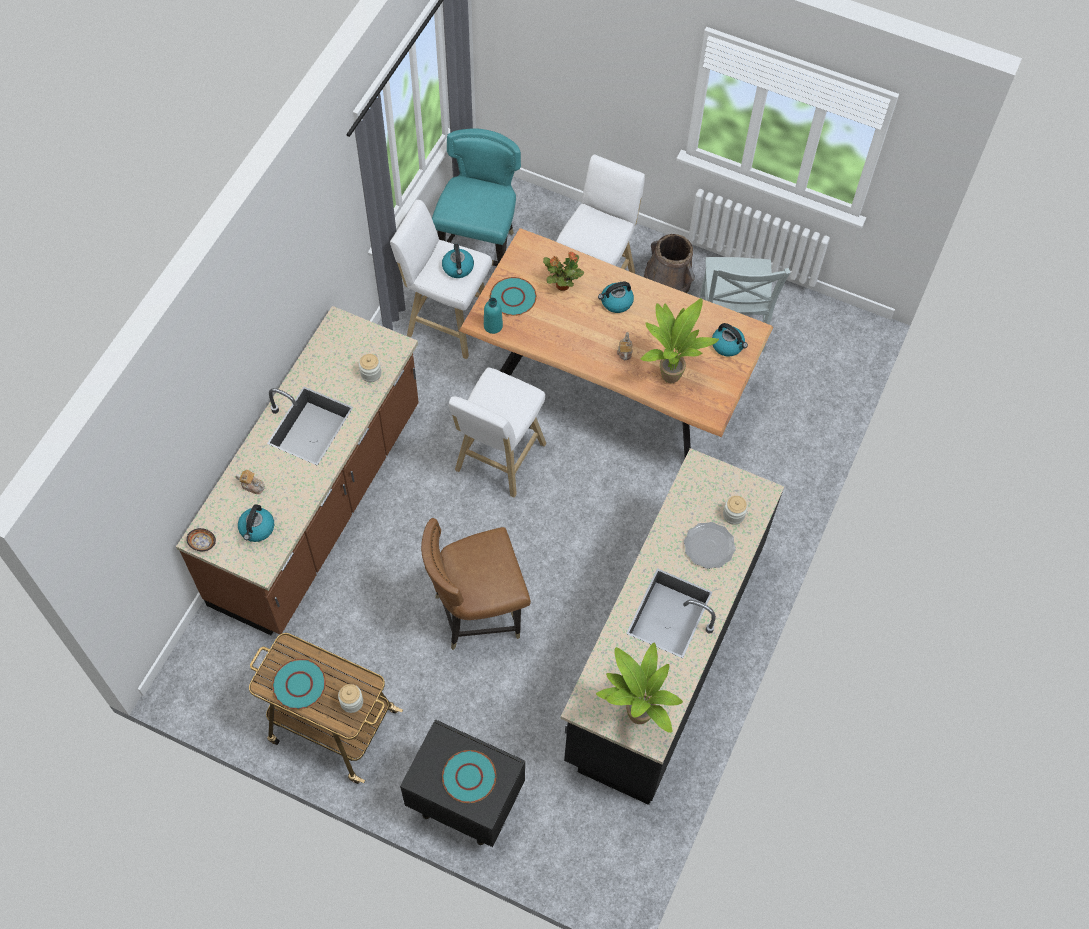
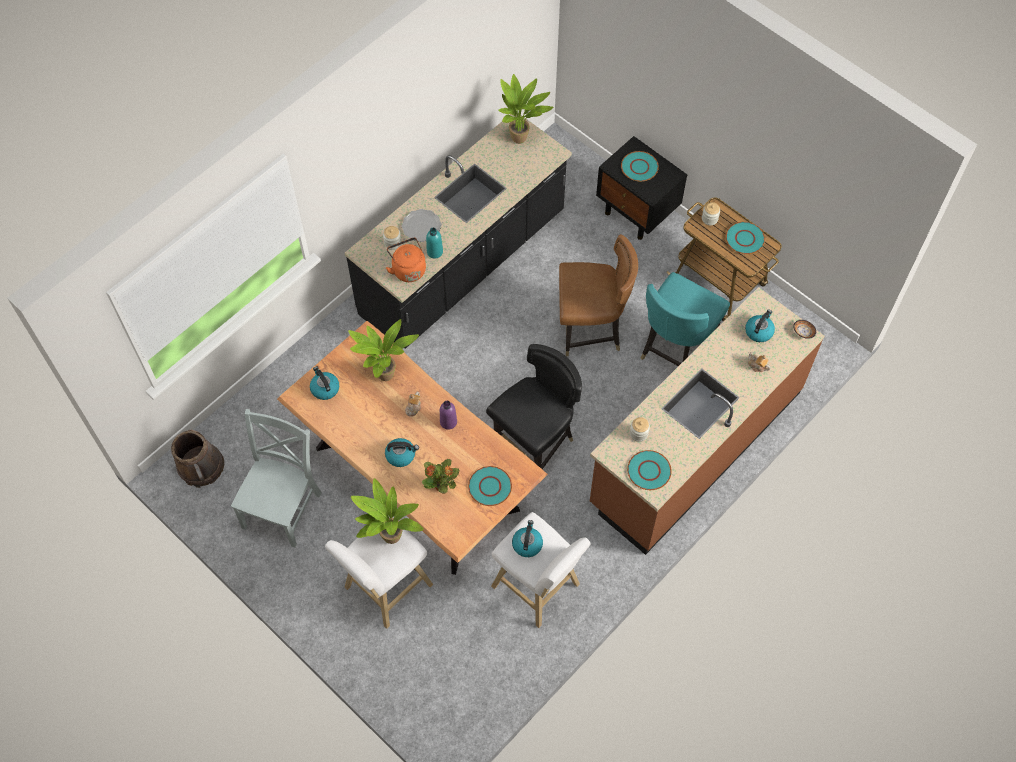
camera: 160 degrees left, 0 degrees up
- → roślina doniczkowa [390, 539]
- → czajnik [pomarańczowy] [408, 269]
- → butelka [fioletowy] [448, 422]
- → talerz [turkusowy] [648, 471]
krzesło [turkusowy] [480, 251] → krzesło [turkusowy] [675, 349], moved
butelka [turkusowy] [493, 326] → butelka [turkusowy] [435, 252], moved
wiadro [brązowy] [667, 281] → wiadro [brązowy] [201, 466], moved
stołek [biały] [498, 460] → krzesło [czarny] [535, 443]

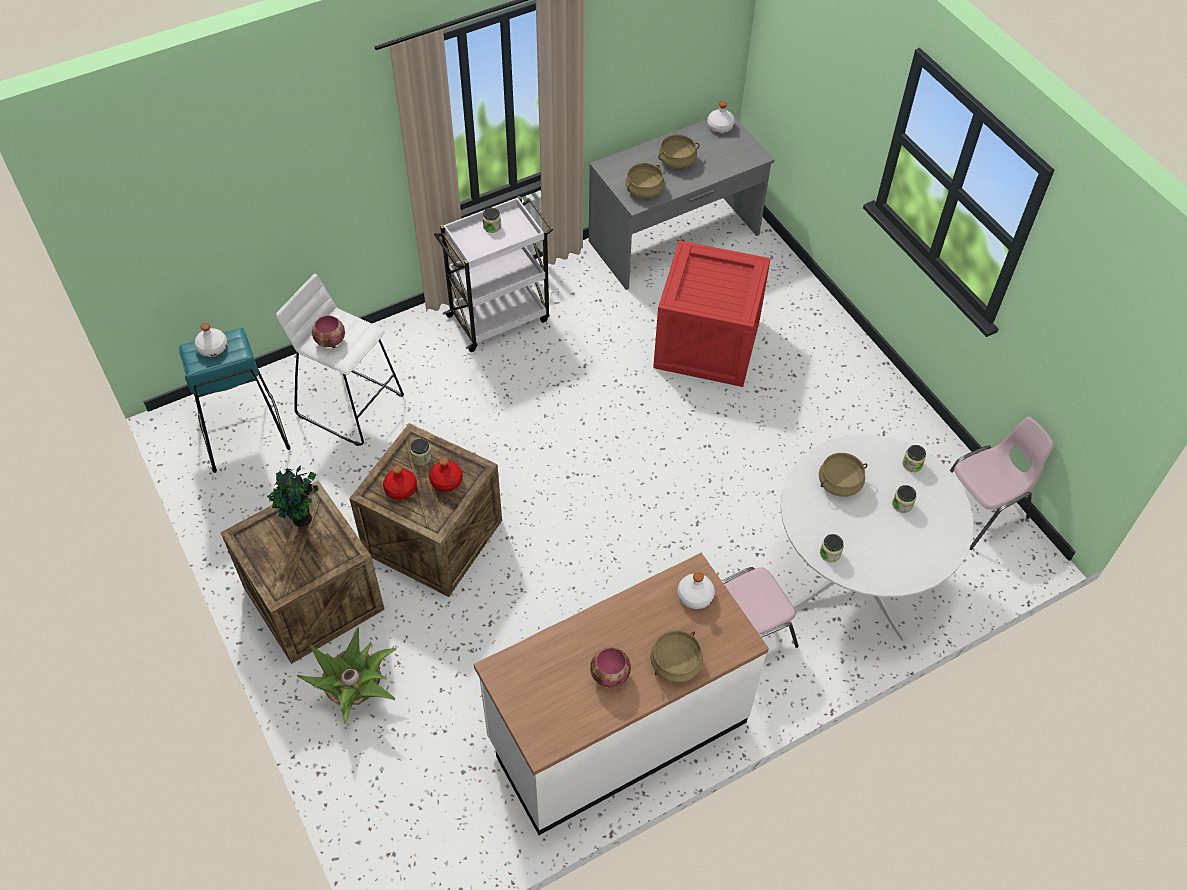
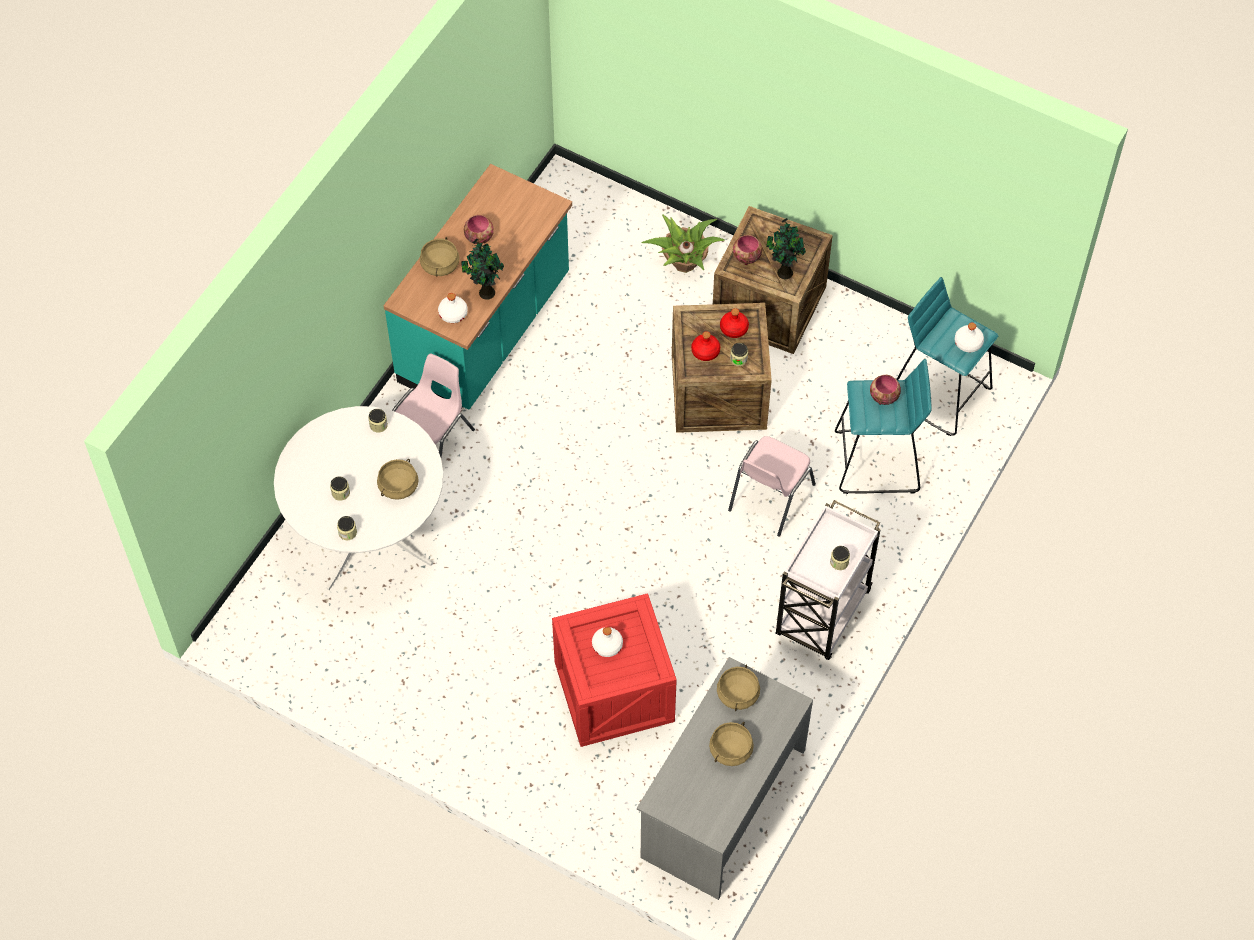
camera: 150 degrees right, 5 degrees up
- → roślina doniczkowa [485, 292]
- → miska [746, 257]
butelka [biały] [719, 126] → butelka [biały] [607, 645], moved
krzesło [różowy] [981, 509] → krzesło [różowy] [769, 498], moved
stołek [biały] [350, 404] → stołek [turkusowy] [877, 462]
zabudowa kuchenna [biały] [617, 730] → zabudowa kuchenna [turkusowy] [486, 331]

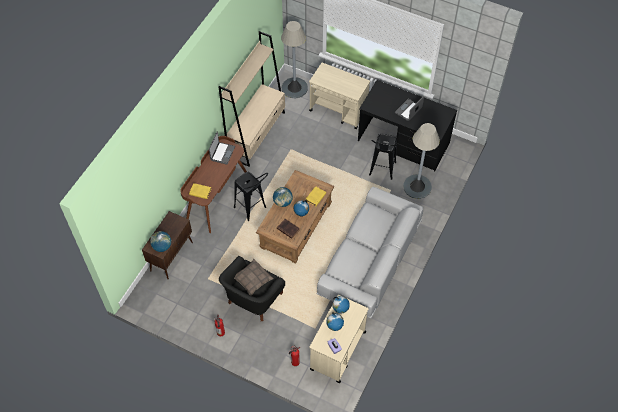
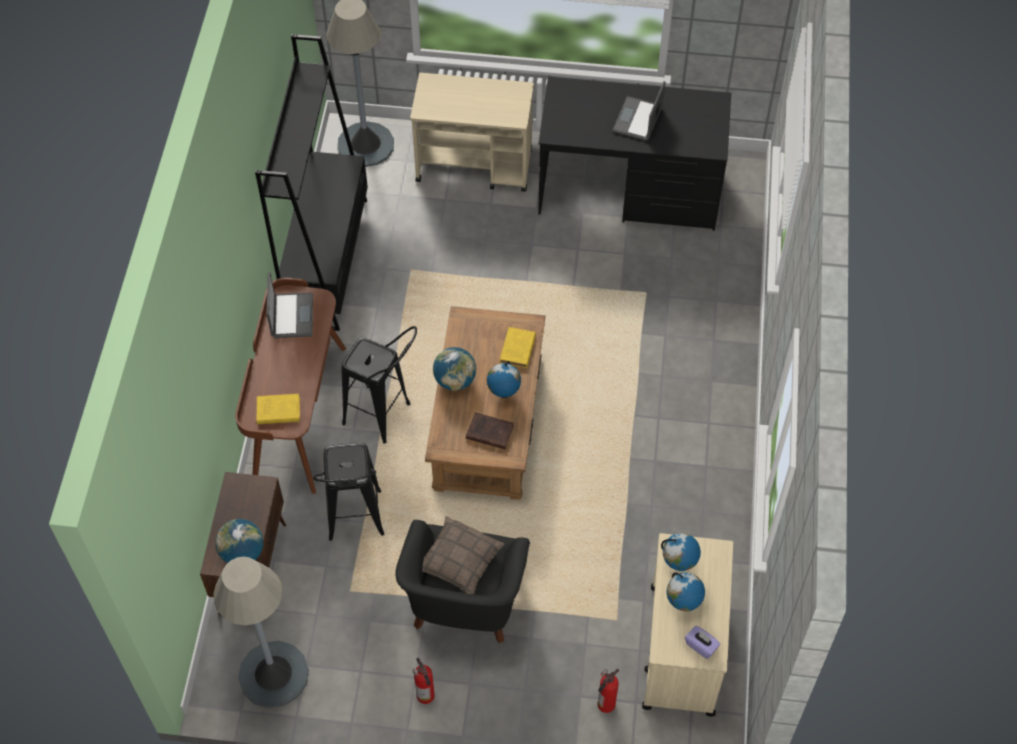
camera: 20 degrees left, 0 degrees up
kanapa [szary] [369, 263] → -
stołek [czarny] [381, 172] → stołek [czarny] [355, 525], moved
lampa stojąca [szary] [417, 187] → lampa stojąca [szary] [273, 675], moved
regał [beżowy] [257, 134] → regał [czarny] [328, 260]

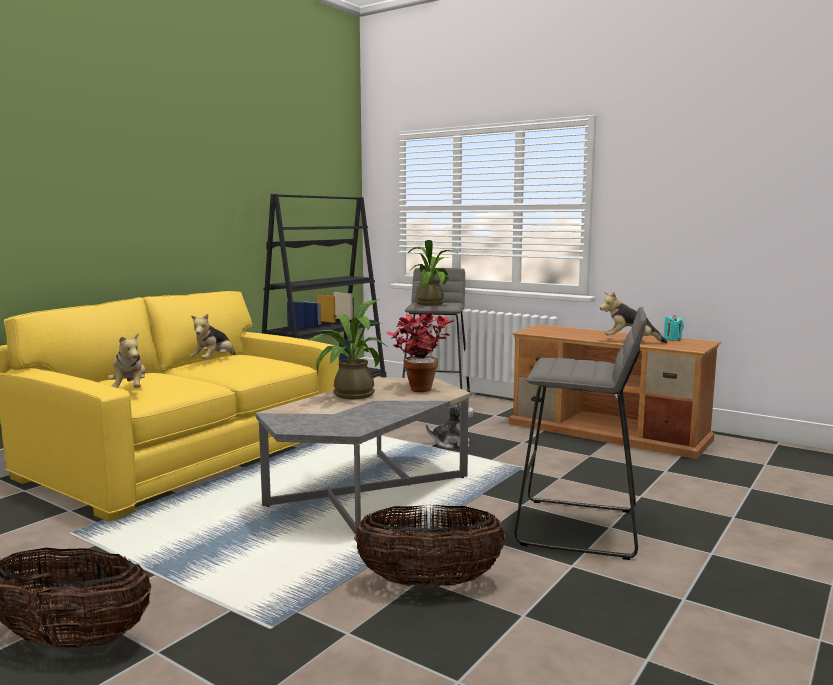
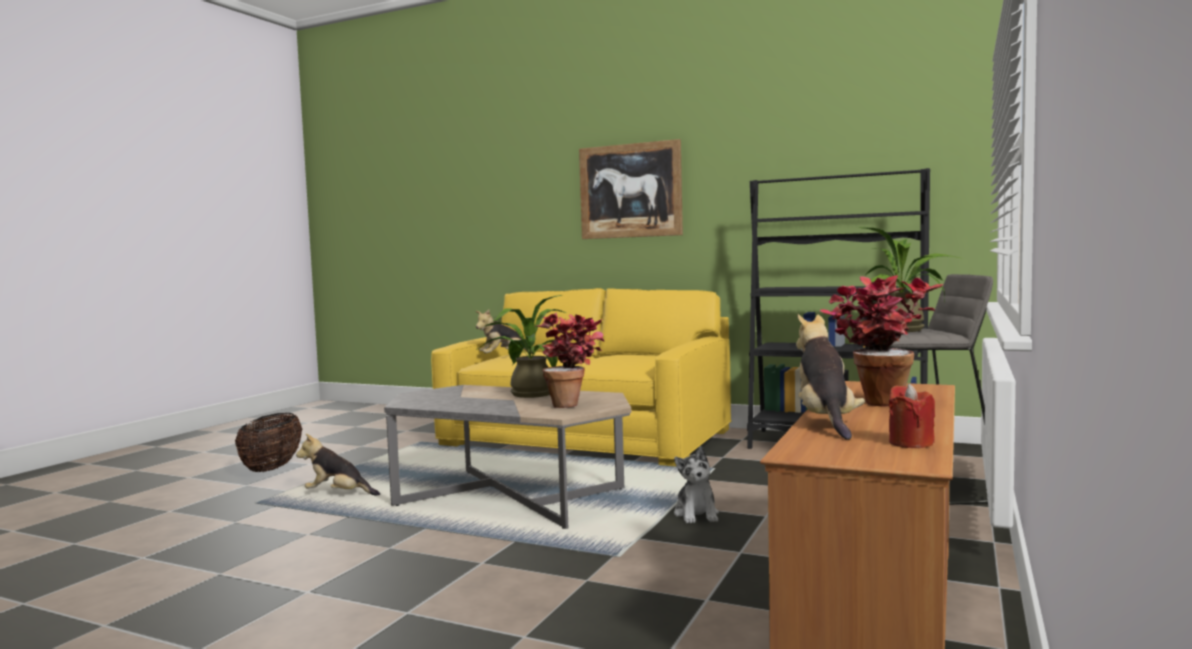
camera: 80 degrees right, 5 degrees down
koszyk [429, 583] → -
stołek [szary] [578, 528] → -
- → obraz [630, 191]
- → roślina doniczkowa [875, 401]
pluszak [214, 361] → pluszak [338, 495], moved
świeca [turkusowy] [672, 339] → świeca [czerwony] [910, 443]

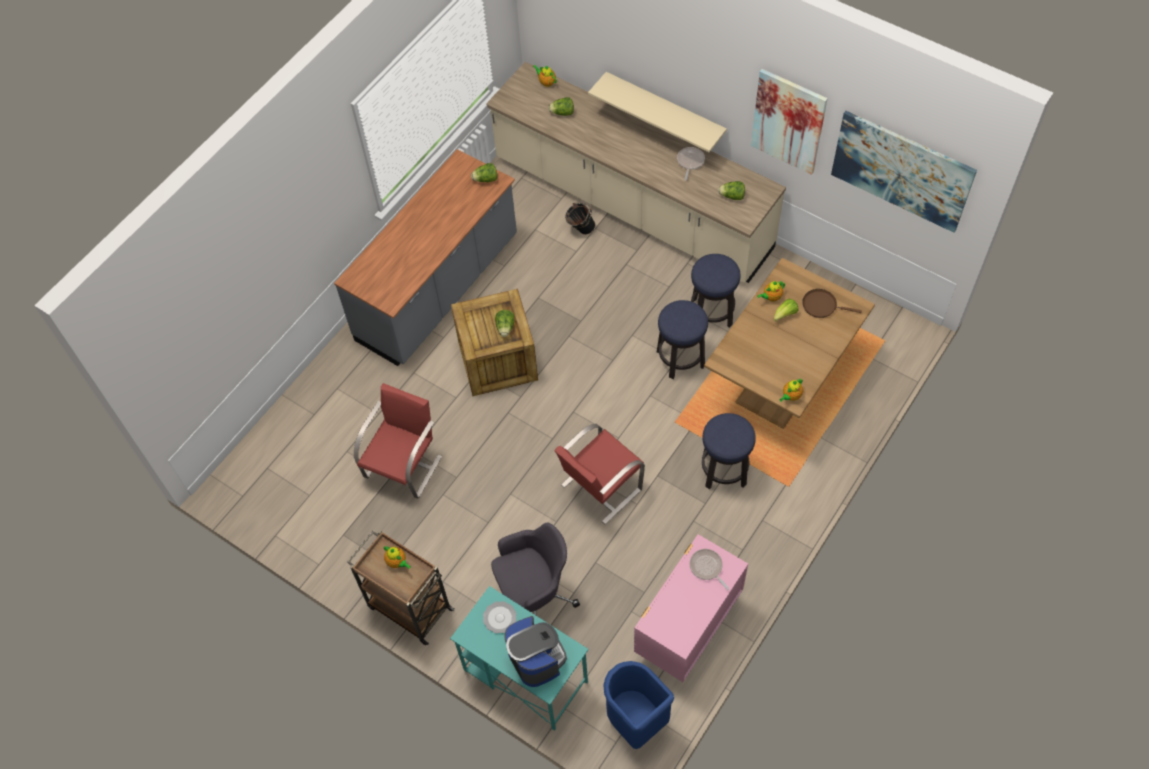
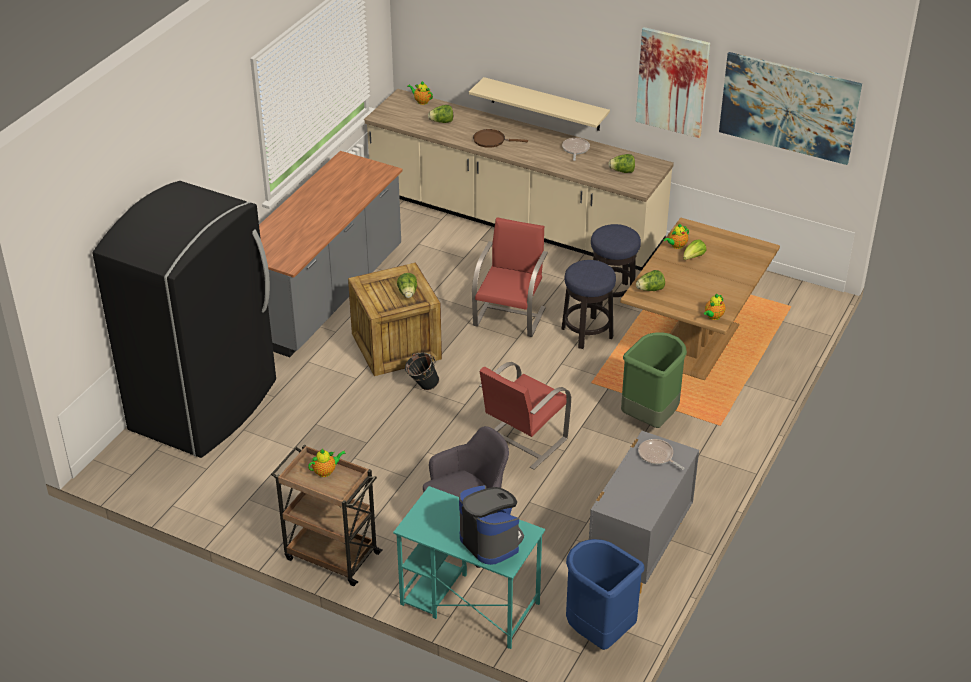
camera: 10 degrees left, 20 degrees down
talerz [500, 618] → -
- → lodówka [czarny] [206, 406]
krzesło [czerwony] [404, 466] → krzesło [czerwony] [510, 316], moved
sałata [486, 179] → sałata [650, 289], moved
wiadro [czarny] [580, 230] → wiadro [czarny] [422, 386], moved
patelnia [brązowy] [822, 305] → patelnia [brązowy] [491, 140], moved
stołek [724, 470] → kosz na śmieci [zielony] [650, 417]
komoda [różowy] [687, 629] → komoda [szary] [638, 550]
imbryk [397, 562] → imbryk [326, 471], 60 degrees counterclockwise

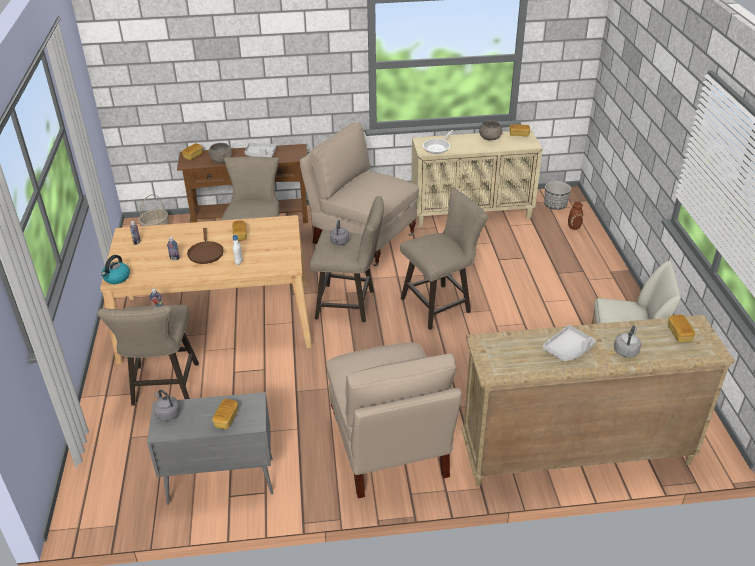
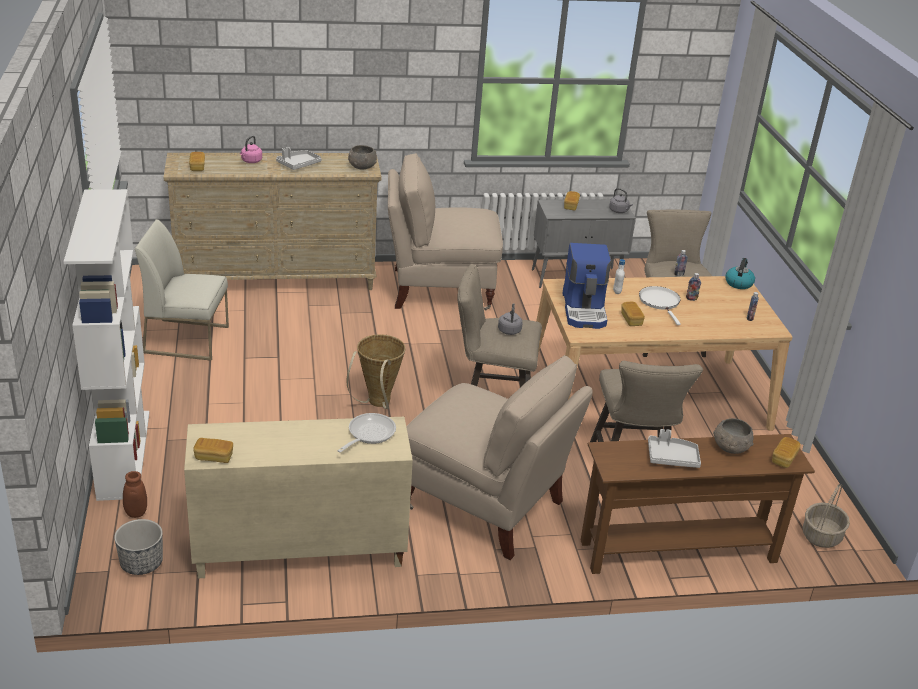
camera: 175 degrees right, 5 degrees down
- → regał [biały] [123, 453]
- → ekspres do kawy [585, 310]
miska [szary] [490, 138] → miska [szary] [362, 167], moved
stołek [beżowy] [440, 304] → koszyk [376, 404]
patelnia [brązowy] [205, 253] → patelnia [biały] [660, 302]
czajnik [szary] [626, 350] → czajnik [różowy] [251, 161]
krzesło [beżowy] [389, 448] → krzesło [beżowy] [439, 289], 75 degrees counterclockwise

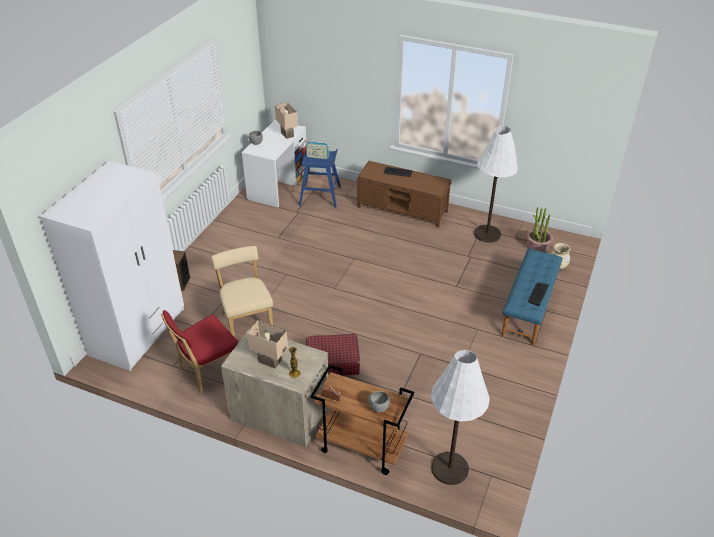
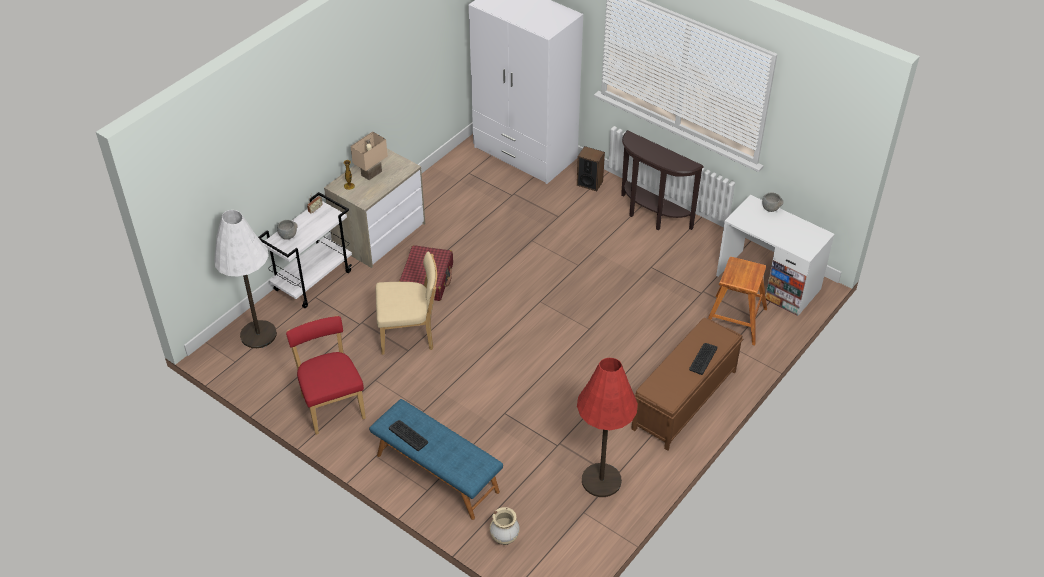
camera: 105 degrees right, 5 degrees up
lampa stołowa [beżowy] [288, 134] → -
radio [318, 157] → -
roślina doniczkowa [537, 246] → -
- → stolik konsolowy [brązowy] [651, 216]
krzesło [czerwony] [207, 371] → krzesło [czerwony] [332, 405], moved
krzesło [beżowy] [247, 321] → krzesło [beżowy] [410, 334], moved
stołek [niebieski] [320, 196] → stołek [brązowy] [734, 320]
wózek [brązowy] [361, 447] → wózek [biały] [313, 280]
lampa stojąca [biały] [487, 234] → lampa stojąca [czerwony] [601, 480]

